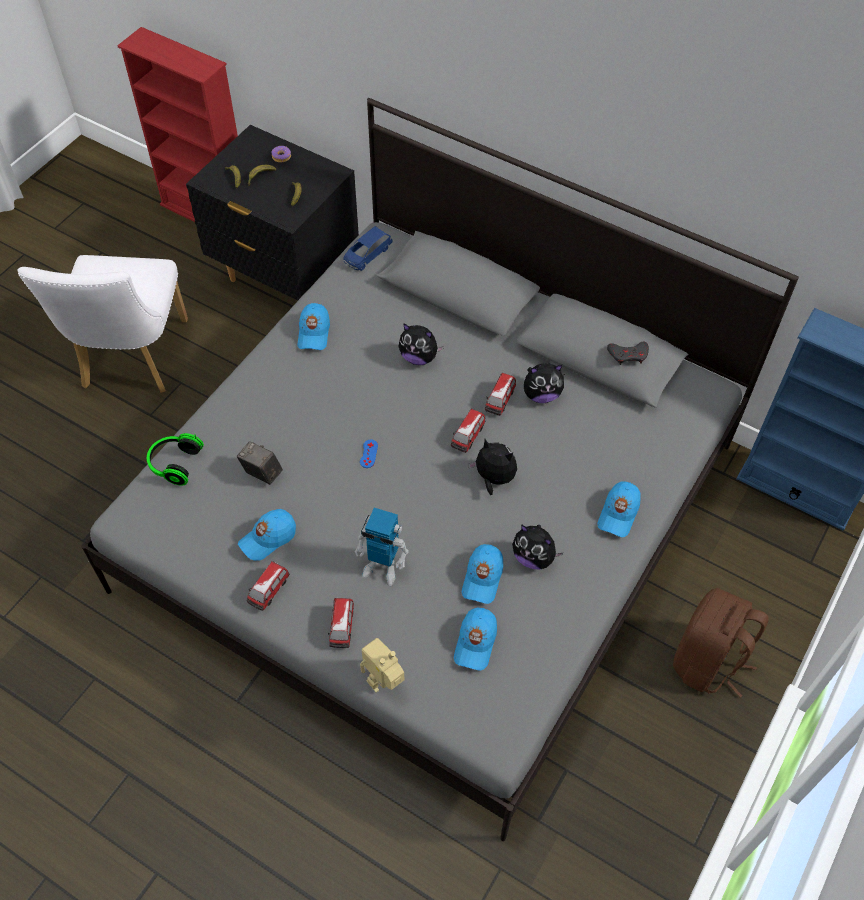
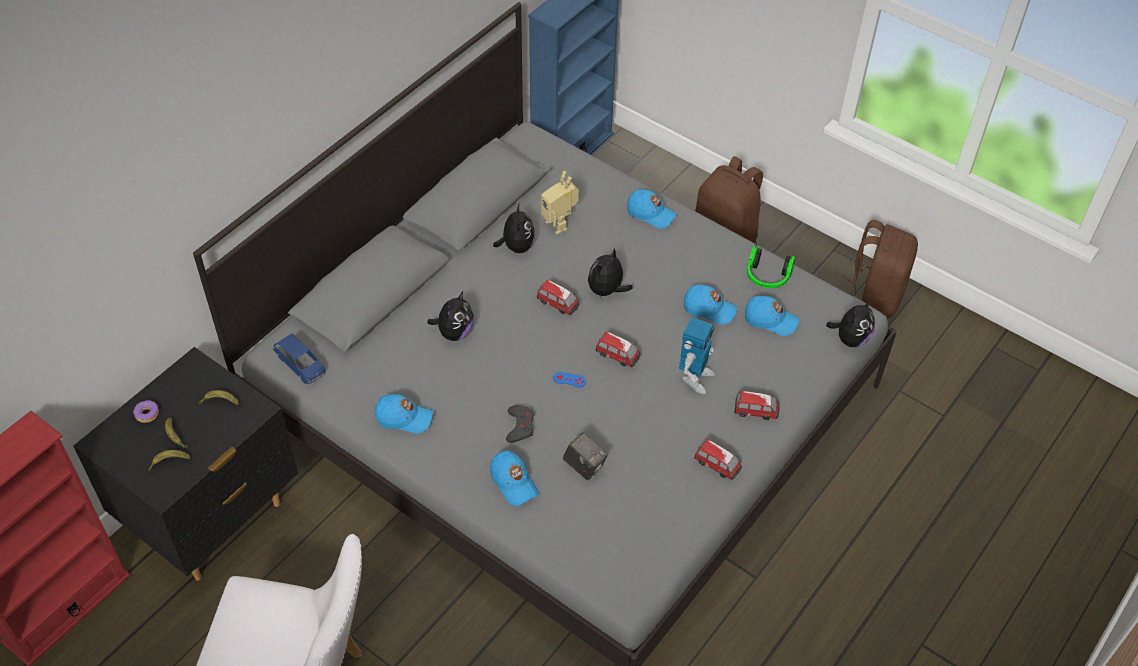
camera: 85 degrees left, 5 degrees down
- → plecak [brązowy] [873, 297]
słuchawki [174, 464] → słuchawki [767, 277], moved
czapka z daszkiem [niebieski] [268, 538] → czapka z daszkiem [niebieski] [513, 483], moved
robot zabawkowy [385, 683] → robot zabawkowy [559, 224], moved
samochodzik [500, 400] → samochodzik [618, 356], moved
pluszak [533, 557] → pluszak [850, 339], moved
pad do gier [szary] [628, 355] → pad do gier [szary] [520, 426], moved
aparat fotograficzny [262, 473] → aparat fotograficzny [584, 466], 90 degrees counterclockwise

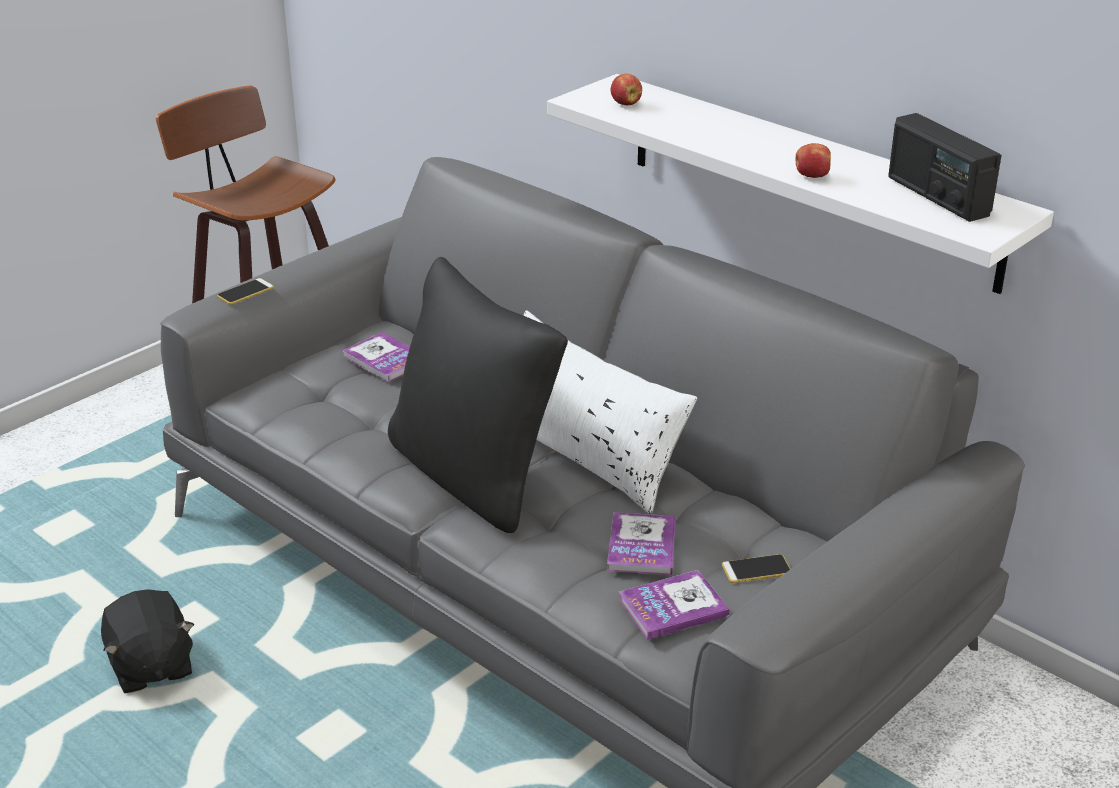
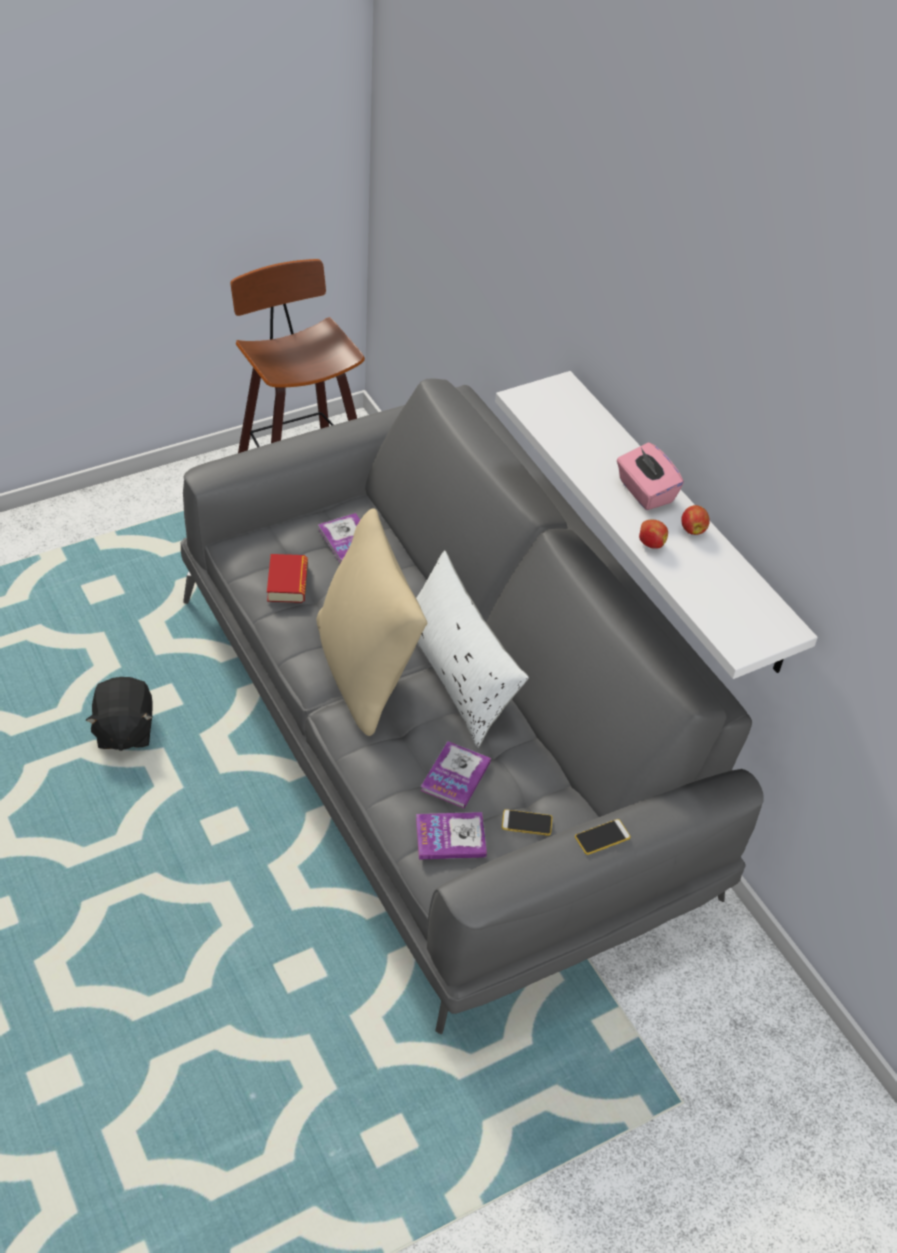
camera: 15 degrees right, 15 degrees up
radio [937, 196] → -
- → książka [287, 583]
- → pudełko chusteczek [różowy] [645, 492]
telefon [245, 292] → telefon [602, 837], moved
jabłko [625, 104] → jabłko [692, 529], moved
poduszka [czarny] [474, 476] → poduszka [beżowy] [366, 673]

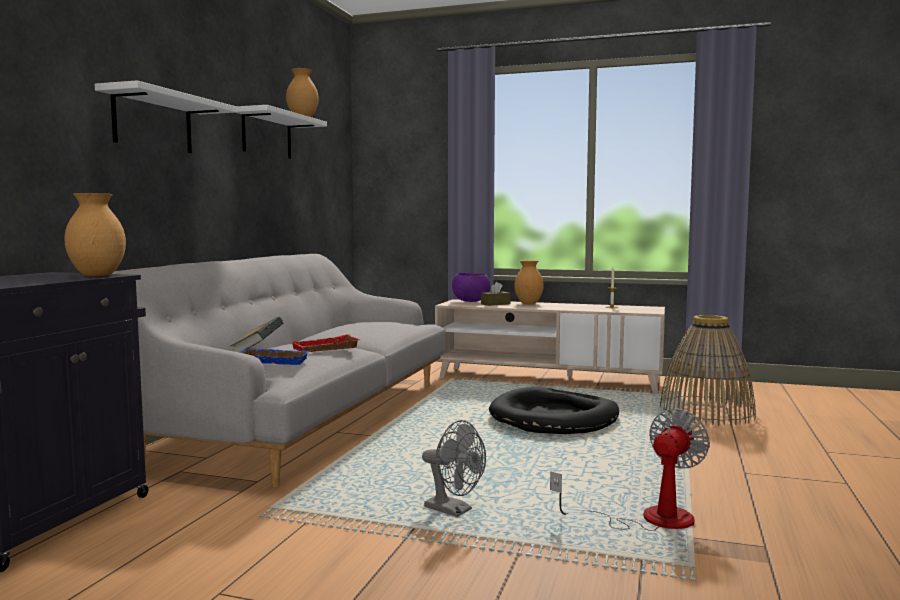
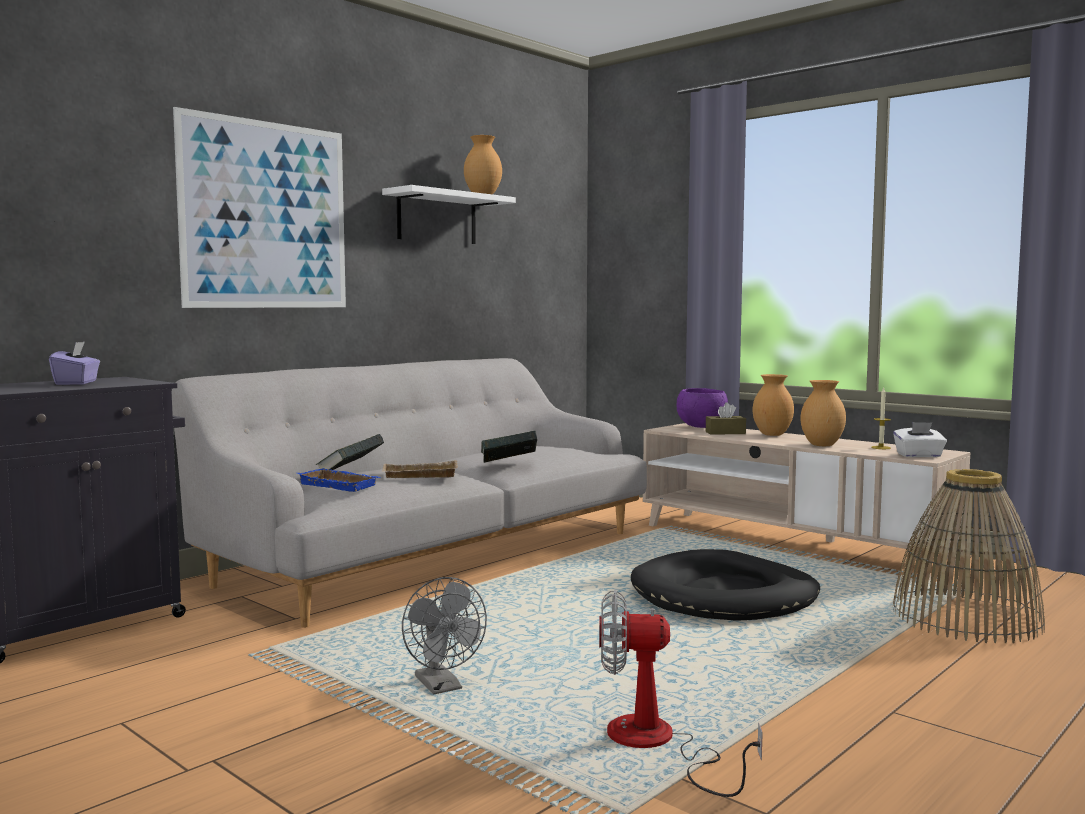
camera: 25 degrees right, 0 degrees up
- → pudełko chusteczek [fioletowy] [77, 383]
- → książka [508, 464]
- → pudełko chusteczek [biały] [919, 455]
wazon [brązowy] [98, 275] → wazon [brązowy] [823, 445], moved
półka [biały] [153, 122] → obraz [265, 215]
taca [czerwony] [325, 349] → taca [beżowy] [419, 476]
wentylator [649, 520] → wentylator [656, 745], 150 degrees counterclockwise

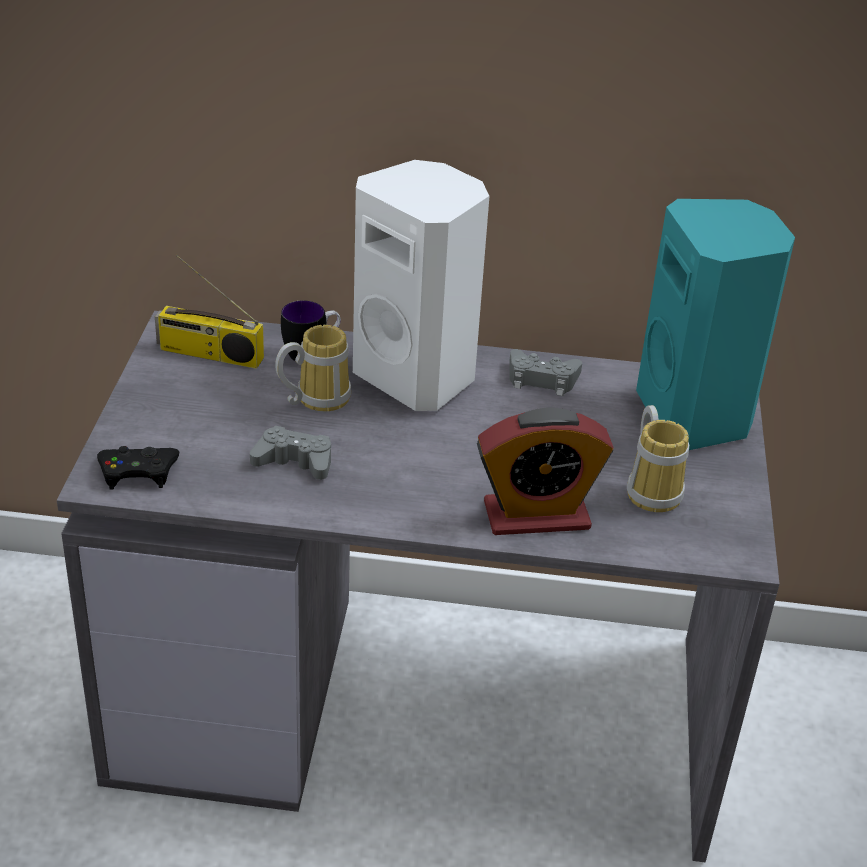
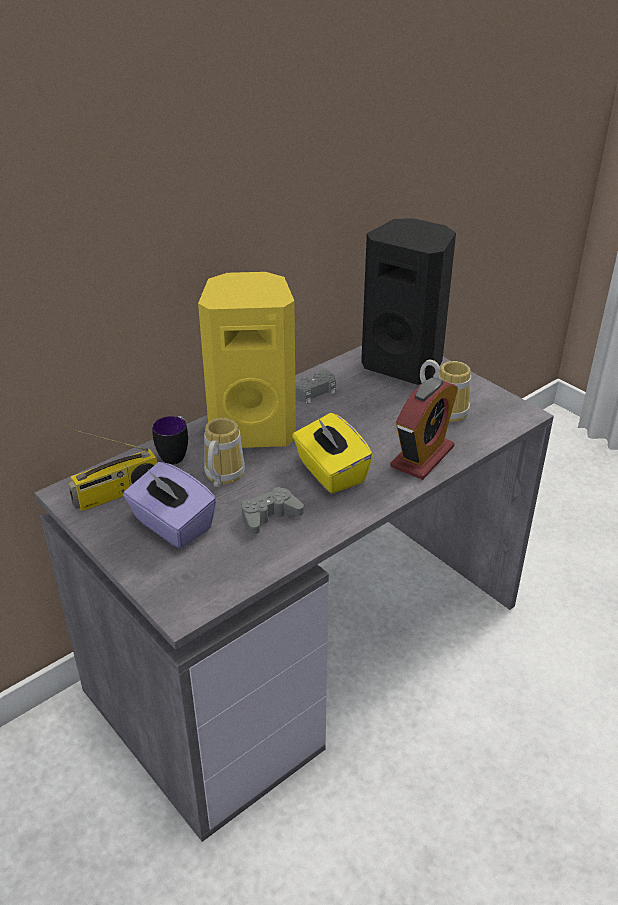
camera: 45 degrees left, 0 degrees up
pad do gier [czarny] [138, 472] → -
- → pudełko chusteczek [fioletowy] [172, 525]
- → pudełko chusteczek [żółty] [330, 472]
głośnik [biały] [417, 377] → głośnik [żółty] [253, 429]
głośnik [turkusowy] [696, 416] → głośnik [czarny] [404, 365]

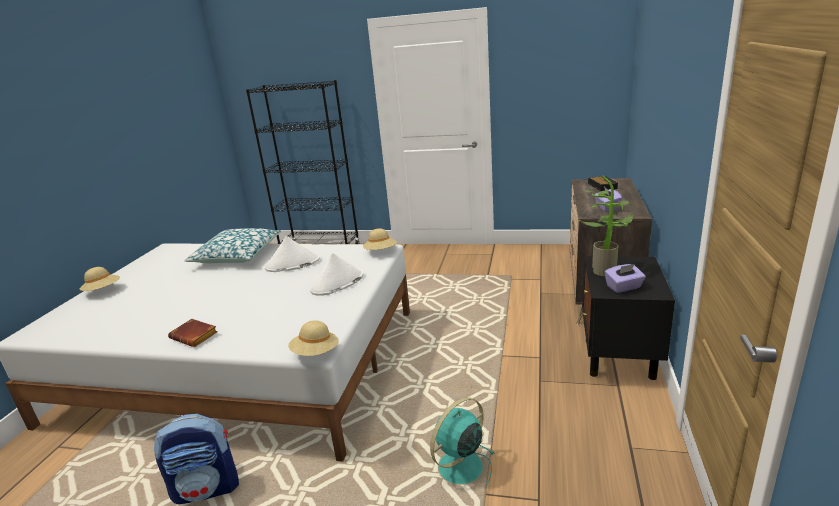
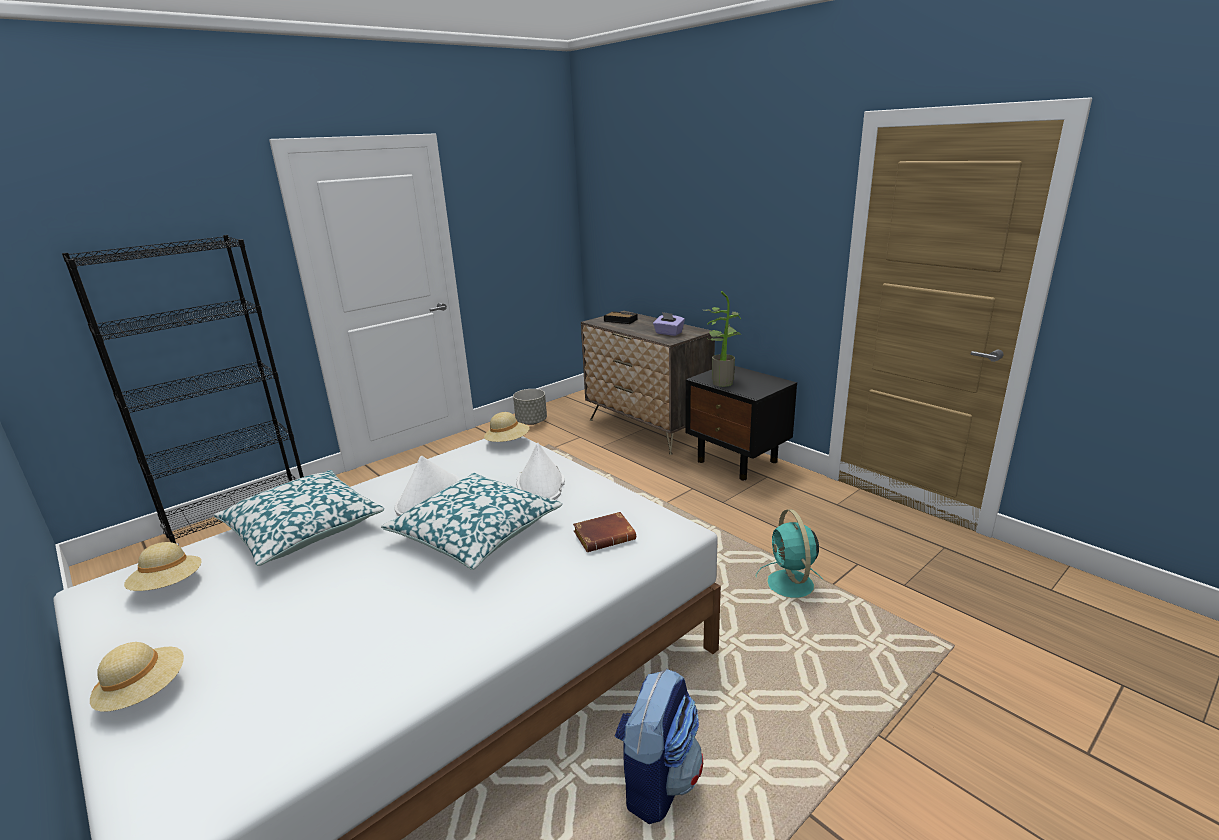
camera: 55 degrees left, 0 degrees up
pudełko chusteczek [fioletowy] [624, 287] → -
- → poduszka [475, 532]
- → donica [szary] [531, 422]
książka [brązowy] [196, 336] → książka [brązowy] [605, 536], moved
kapelusz [beżowy] [315, 353] → kapelusz [beżowy] [169, 586], moved

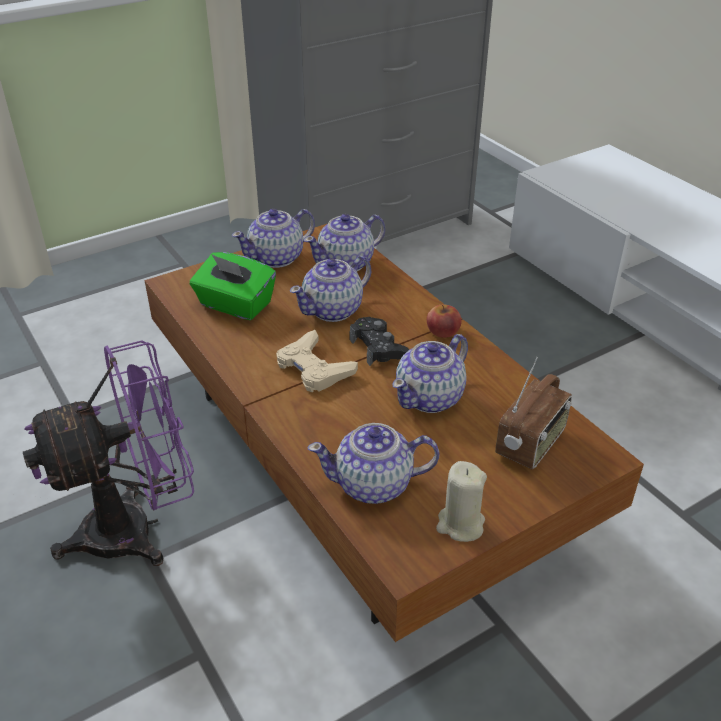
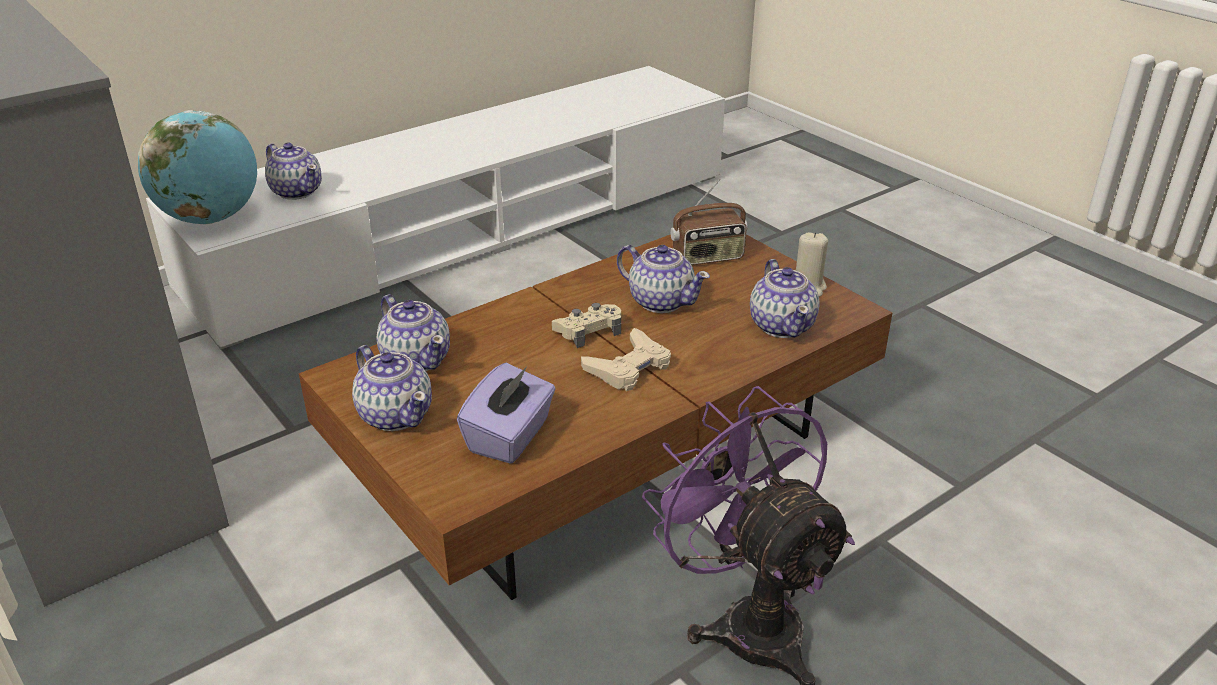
camera: 95 degrees left, 5 degrees down
jabłko [443, 331] → -
- → globus [211, 219]
imbryk [333, 310] → imbryk [297, 191], moved
pudełko chusteczek [zielony] [235, 305] → pudełko chusteczek [fioletowy] [510, 437]
pad do gier [czarny] [378, 348] → pad do gier [beżowy] [588, 331]
radio [531, 444] → radio [708, 257], 135 degrees clockwise

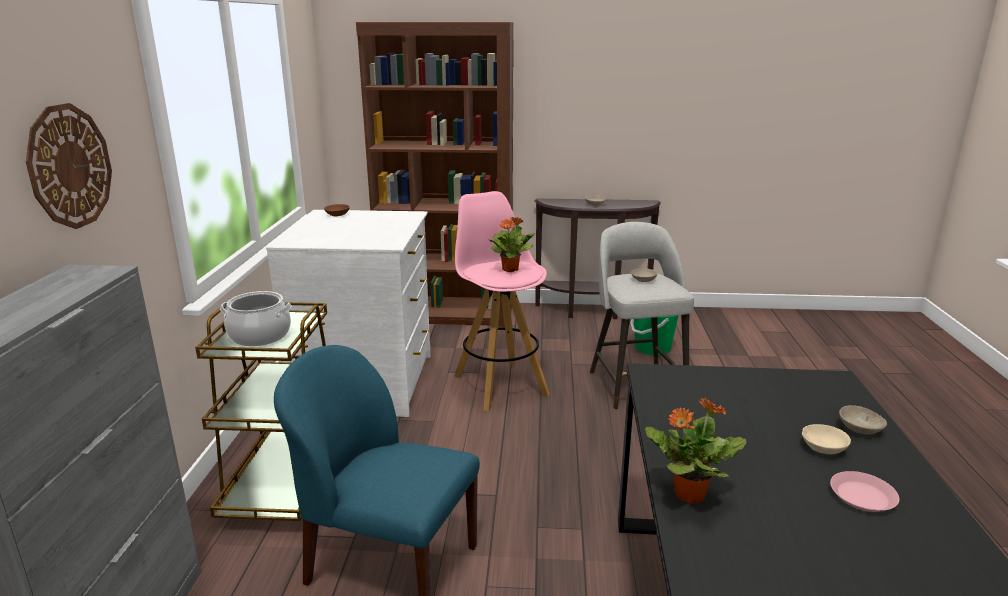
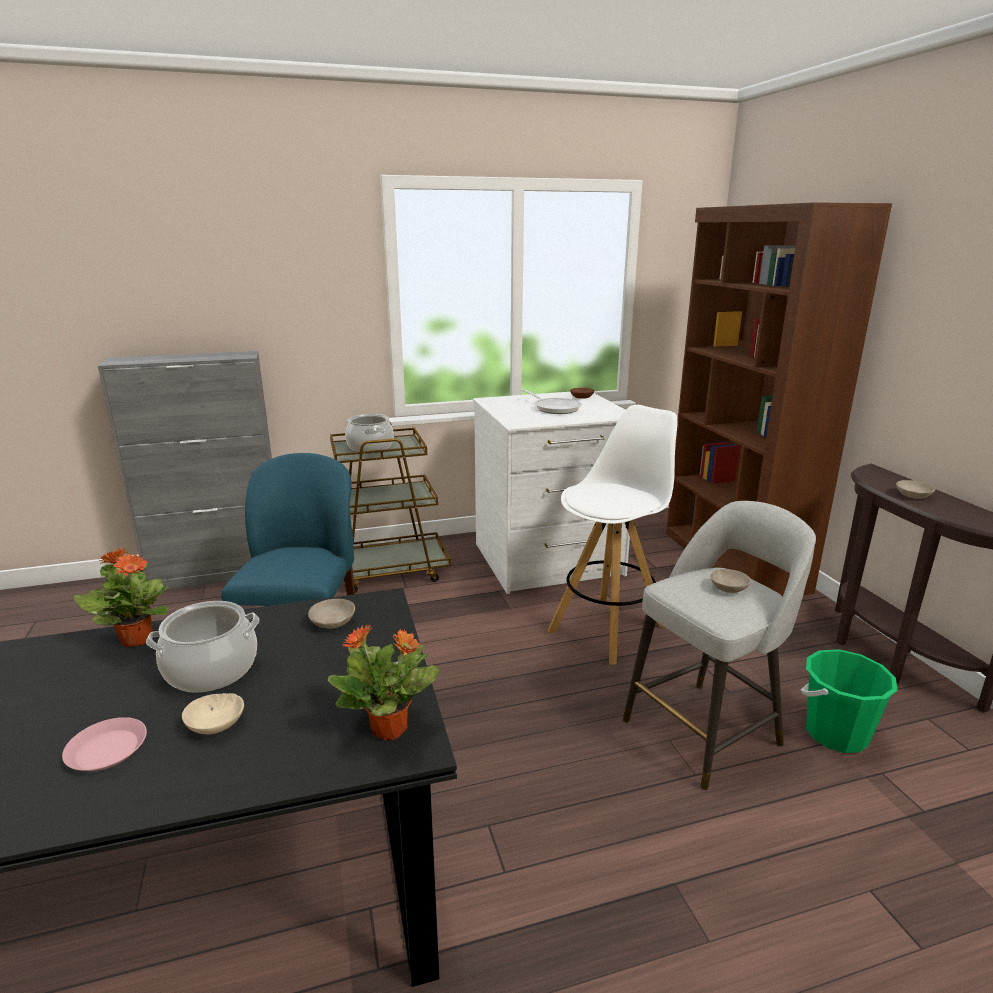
camera: 70 degrees right, 0 degrees up
zegar ścienny [69, 166] → -
- → garnek [211, 669]
- → patelnia [554, 408]
roślina doniczkowa [510, 269] → roślina doniczkowa [390, 729], moved
miska [beżowy] [858, 428] → miska [beżowy] [333, 622], moved
stołek [różowy] [500, 384] → stołek [biały] [608, 627]

